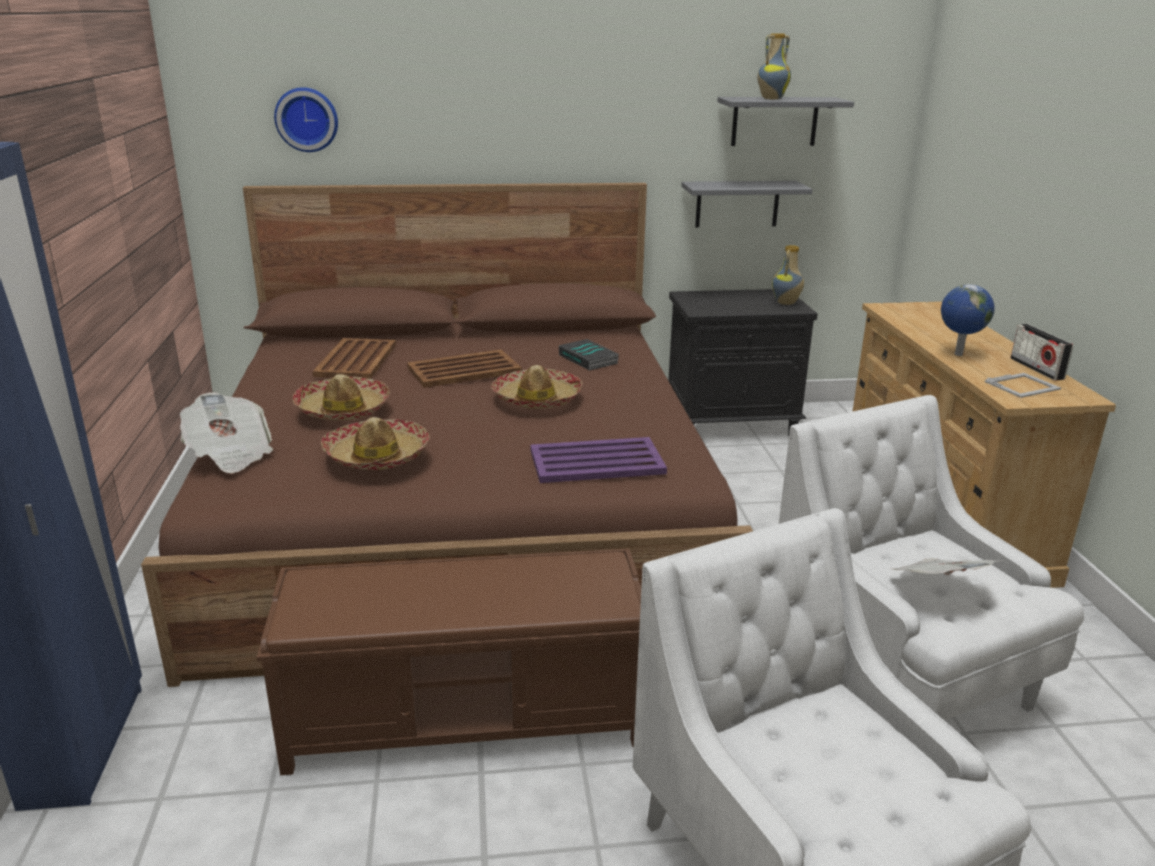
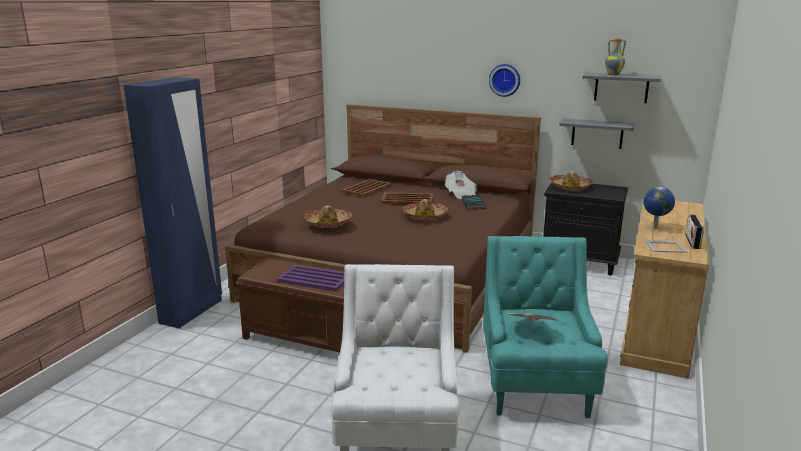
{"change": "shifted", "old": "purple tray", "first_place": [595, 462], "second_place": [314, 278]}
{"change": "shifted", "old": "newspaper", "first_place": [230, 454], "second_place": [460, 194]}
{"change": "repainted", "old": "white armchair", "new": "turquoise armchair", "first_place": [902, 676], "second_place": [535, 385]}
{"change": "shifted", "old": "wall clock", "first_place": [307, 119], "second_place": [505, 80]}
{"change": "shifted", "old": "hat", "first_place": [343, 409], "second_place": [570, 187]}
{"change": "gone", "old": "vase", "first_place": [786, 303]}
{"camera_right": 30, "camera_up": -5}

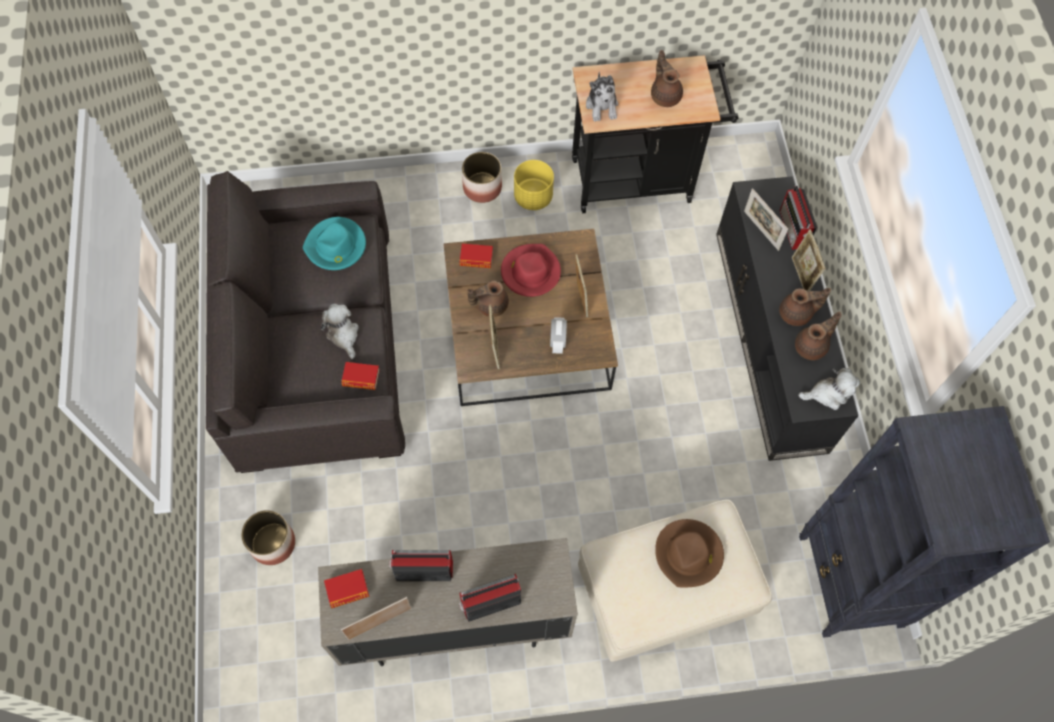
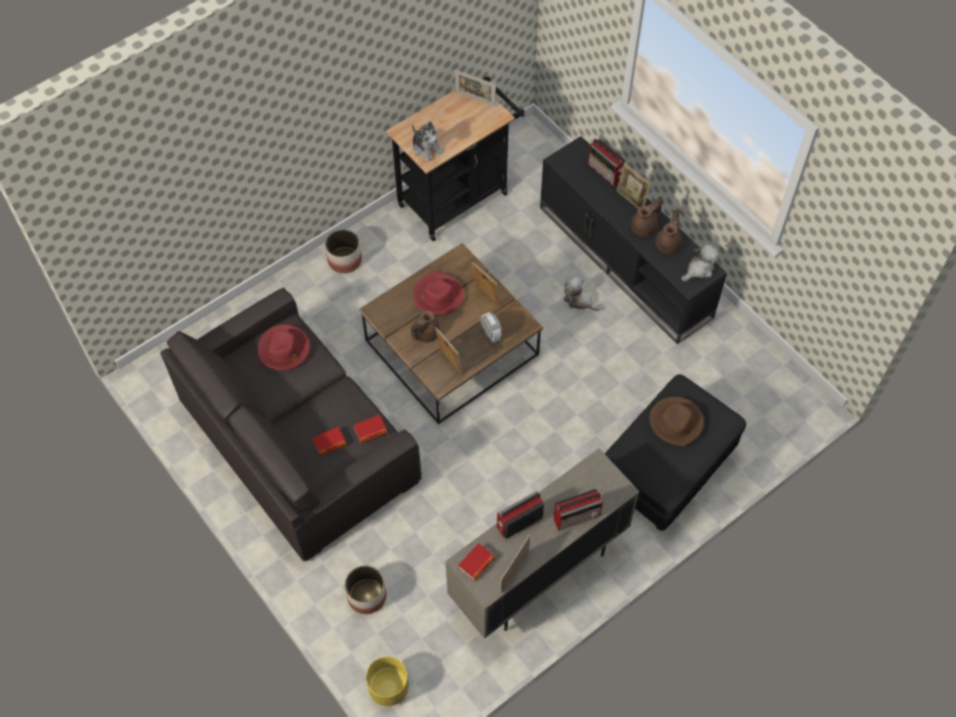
{"change": "repainted", "old": "turquoise hat", "new": "red hat", "first_place": [336, 246], "second_place": [284, 350]}
{"change": "shifted", "old": "book", "first_place": [476, 258], "second_place": [329, 443]}
{"change": "shifted", "old": "yellow planter", "first_place": [533, 197], "second_place": [388, 688]}
{"change": "shifted", "old": "picture frame", "first_place": [761, 230], "second_place": [475, 99]}
{"change": "rotated", "old": "radio", "first_place": [489, 603], "second_place": [577, 516], "degrees": -150}
{"change": "shifted", "old": "plush toy", "first_place": [343, 335], "second_place": [579, 300]}
{"change": "repainted", "old": "beige ottoman", "new": "black ottoman", "first_place": [665, 594], "second_place": [667, 470]}
{"change": "gone", "old": "brown teapot", "first_place": [665, 95]}
{"change": "gone", "old": "black bookcase", "first_place": [849, 582]}
{"camera_right": -30, "camera_up": -5}

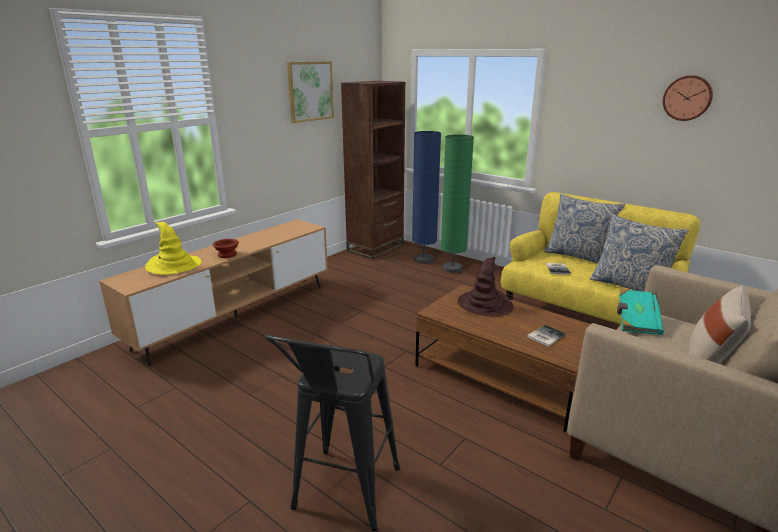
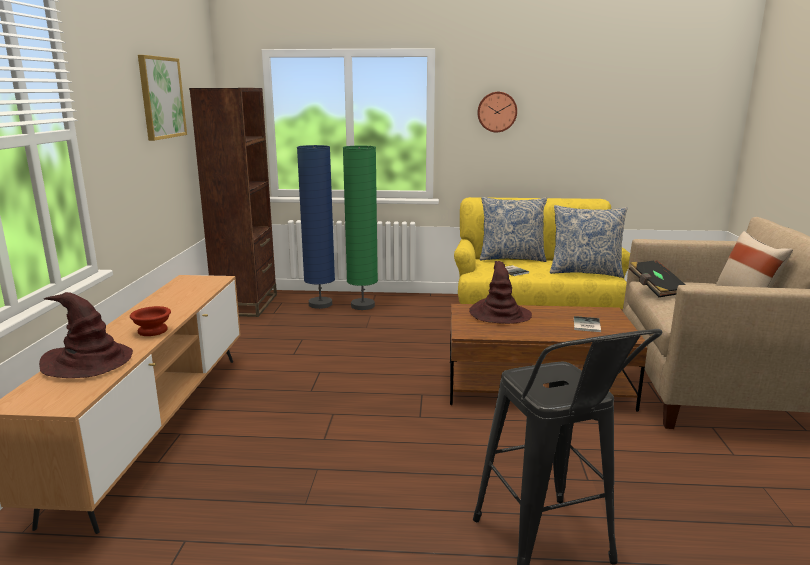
{"change": "repainted", "old": "yellow hat", "new": "brown hat", "first_place": [173, 266], "second_place": [88, 362]}
{"change": "shifted", "old": "wall clock", "first_place": [687, 98], "second_place": [497, 112]}
{"change": "repainted", "old": "turquoise book", "new": "black book", "first_place": [636, 321], "second_place": [655, 289]}
{"camera_right": -35, "camera_up": -5}

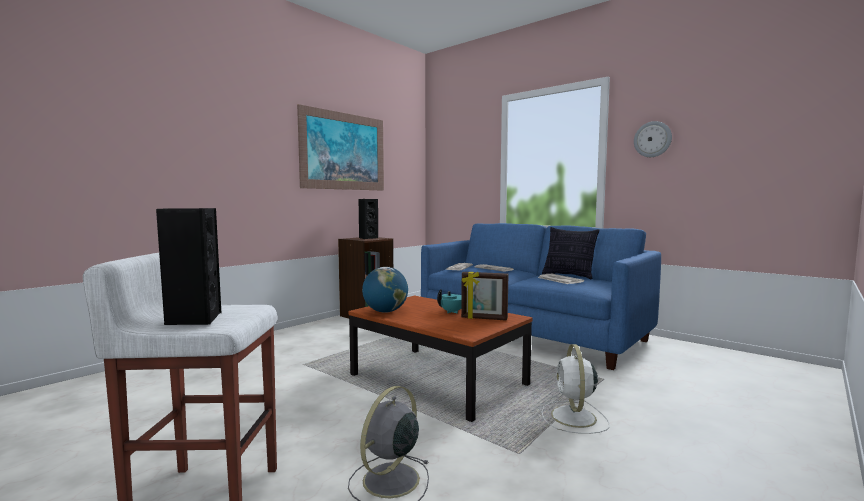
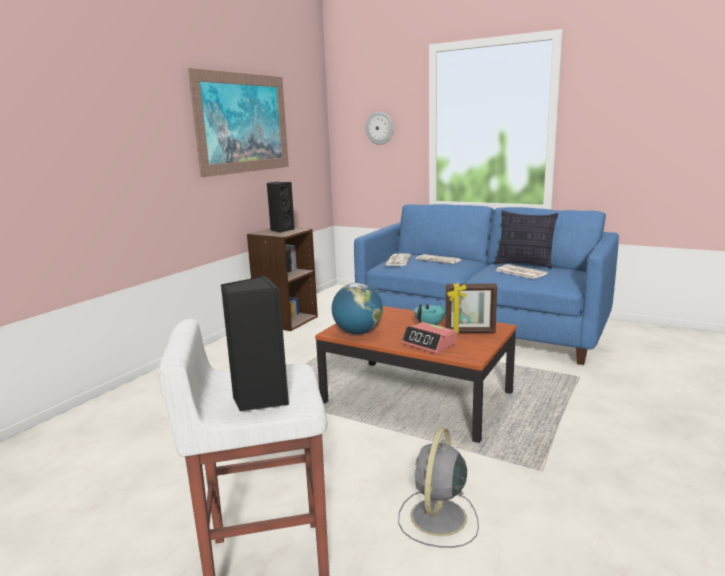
{"change": "shifted", "old": "wall clock", "first_place": [652, 139], "second_place": [380, 128]}
{"change": "new", "new": "alarm clock", "second_place": [429, 344]}
{"change": "gone", "old": "white fan", "first_place": [574, 418]}
{"camera_right": -10, "camera_up": 10}

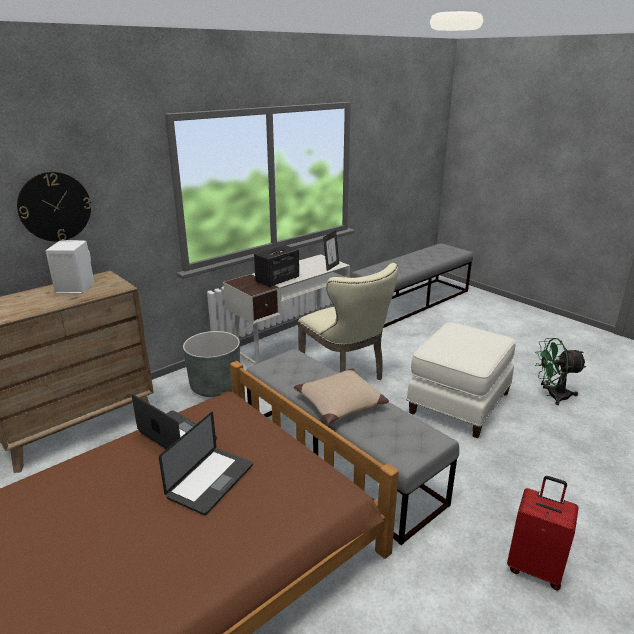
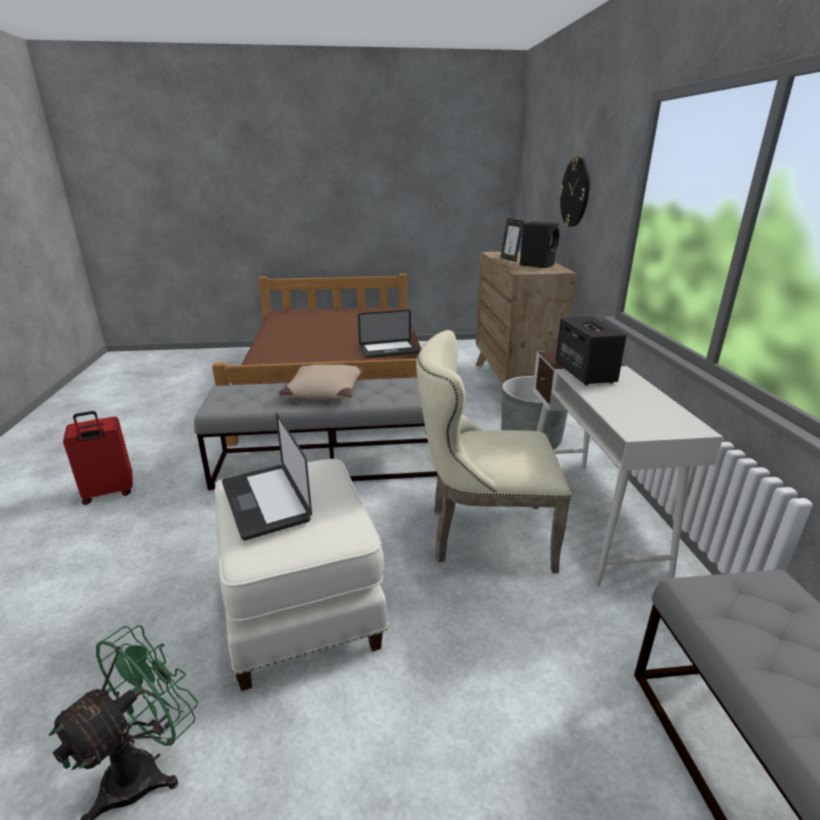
{"change": "shifted", "old": "laptop", "first_place": [210, 481], "second_place": [265, 501]}
{"change": "shifted", "old": "picture frame", "first_place": [331, 267], "second_place": [510, 259]}
{"change": "repainted", "old": "white speaker", "new": "black speaker", "first_place": [74, 288], "second_place": [538, 265]}
{"camera_right": 125, "camera_up": 0}

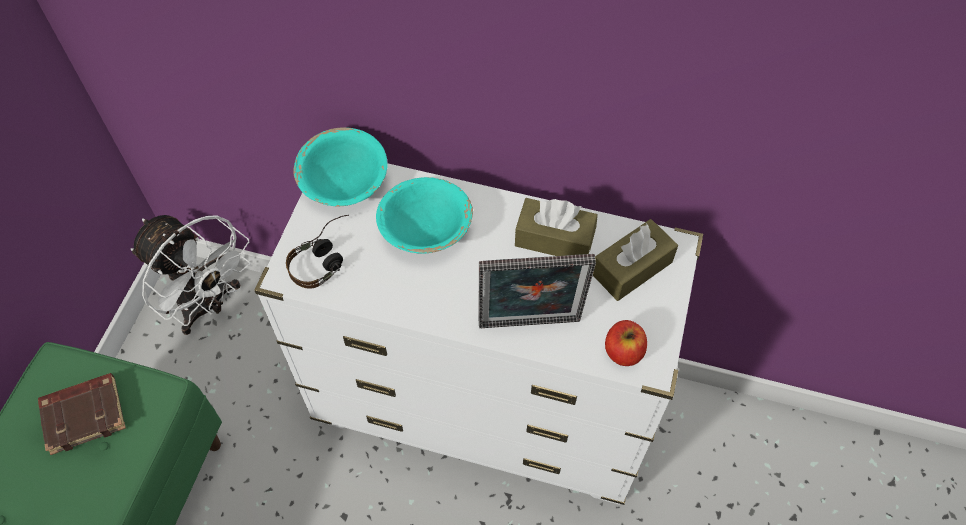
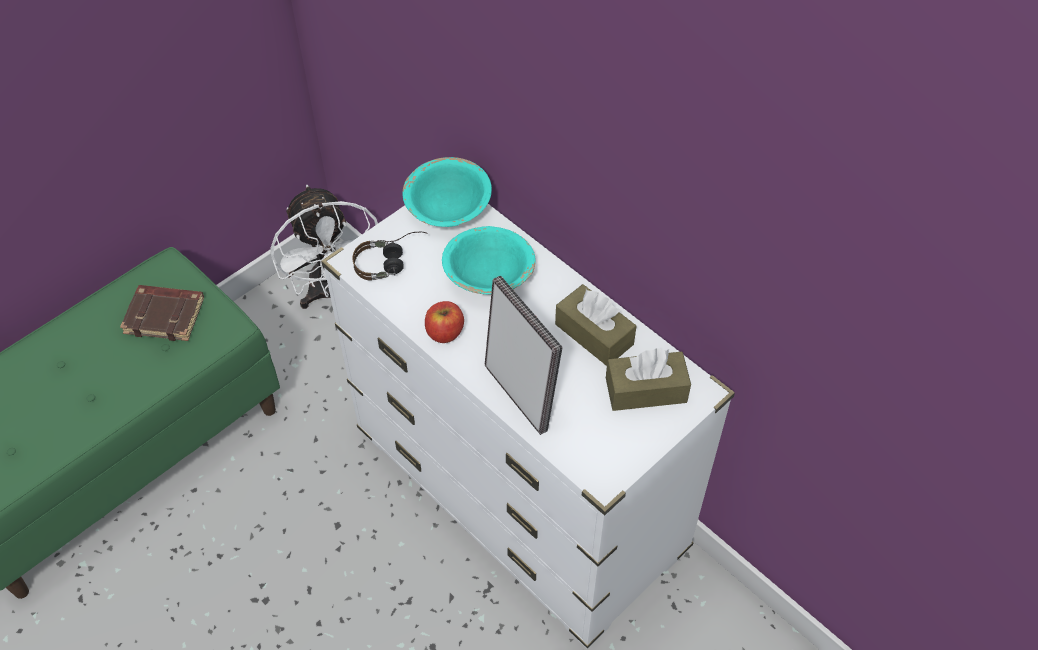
{"change": "shifted", "old": "apple", "first_place": [623, 351], "second_place": [444, 332]}
{"change": "rotated", "old": "picture frame", "first_place": [529, 327], "second_place": [521, 394], "degrees": -150}
{"camera_right": 30, "camera_up": -5}

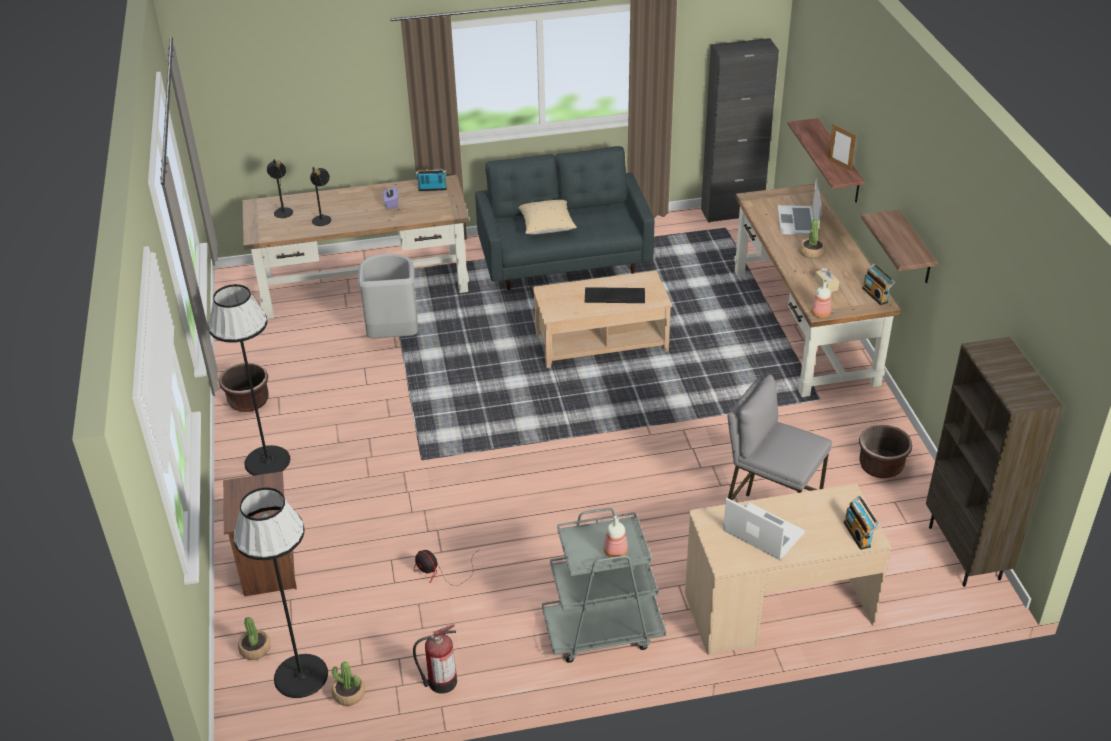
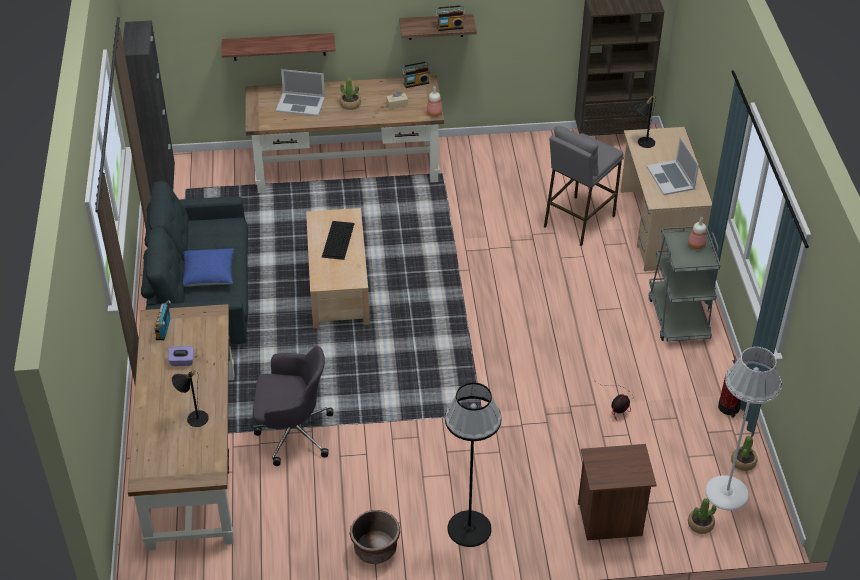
{"change": "repainted", "old": "beige pillow", "new": "blue pillow", "first_place": [546, 226], "second_place": [208, 275]}
{"change": "swapped", "old": "grey trash can", "new": "grey office chair", "first_place": [393, 336], "second_place": [292, 432]}
{"change": "shifted", "old": "radio", "first_place": [858, 534], "second_place": [450, 27]}
{"change": "shifted", "old": "black table lamp", "first_place": [283, 211], "second_place": [642, 142]}
{"change": "rotated", "old": "laptop", "first_place": [763, 532], "second_place": [671, 178], "degrees": -60}
{"change": "repainted", "old": "black floor lamp", "new": "white floor lamp", "first_place": [300, 675], "second_place": [726, 493]}
{"change": "gone", "old": "picture frame", "first_place": [839, 165]}
{"change": "gone", "old": "brown planter", "first_place": [881, 466]}
{"camera_right": -85, "camera_up": 5}

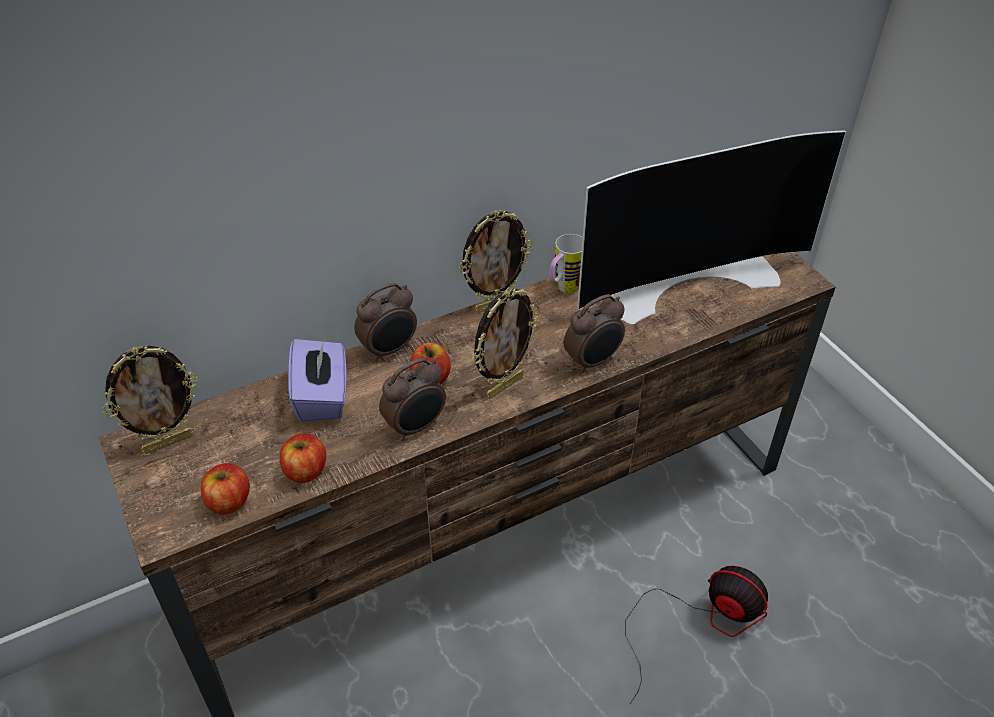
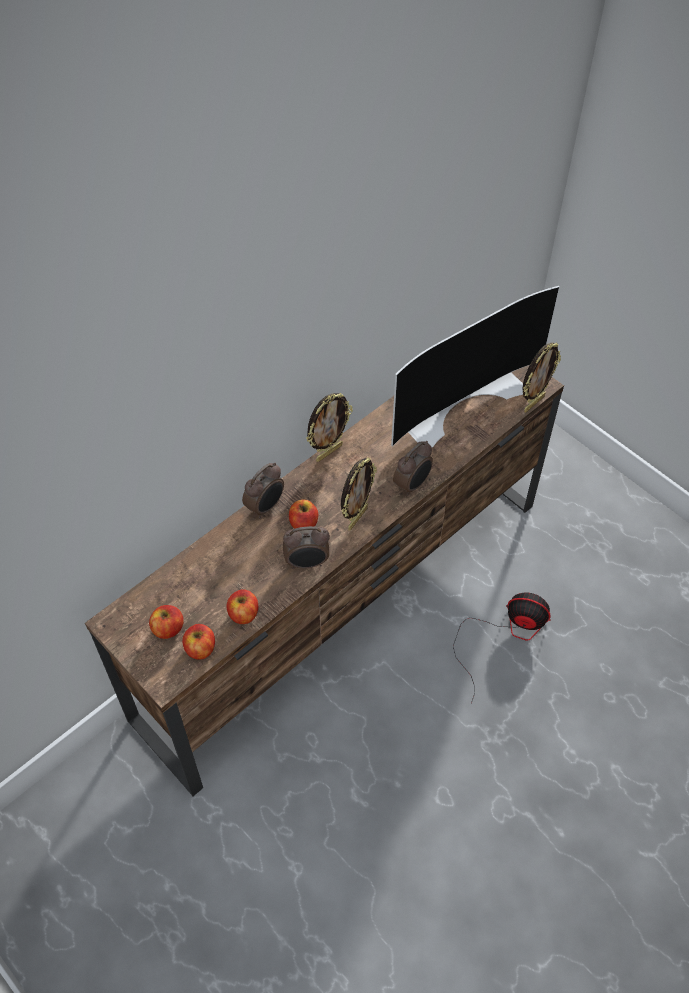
{"change": "new", "new": "apple", "second_place": [168, 628]}
{"change": "rotated", "old": "alarm clock", "first_place": [416, 427], "second_place": [307, 563], "degrees": 45}
{"change": "shifted", "old": "picture frame", "first_place": [168, 442], "second_place": [533, 403]}
{"change": "gone", "old": "purple tissue box", "first_place": [322, 397]}
{"change": "gone", "old": "mug", "first_place": [563, 290]}
{"camera_right": -15, "camera_up": 10}

